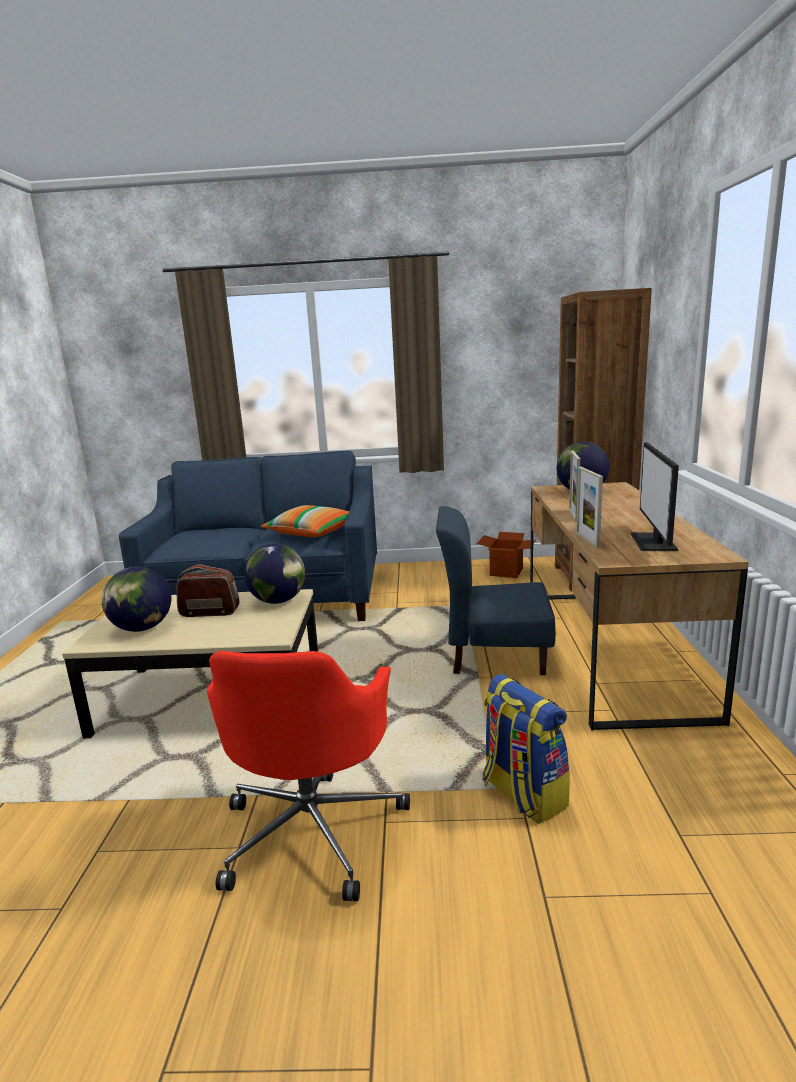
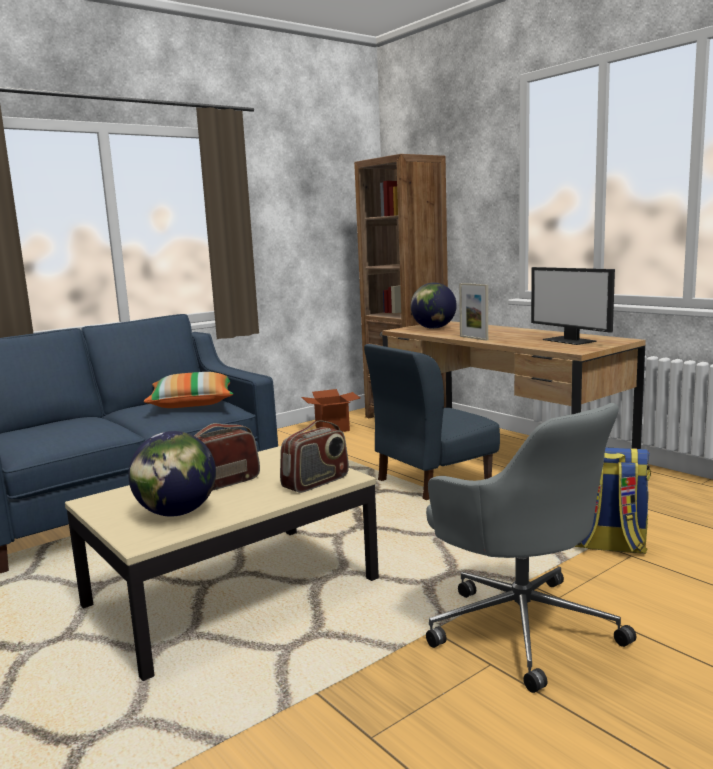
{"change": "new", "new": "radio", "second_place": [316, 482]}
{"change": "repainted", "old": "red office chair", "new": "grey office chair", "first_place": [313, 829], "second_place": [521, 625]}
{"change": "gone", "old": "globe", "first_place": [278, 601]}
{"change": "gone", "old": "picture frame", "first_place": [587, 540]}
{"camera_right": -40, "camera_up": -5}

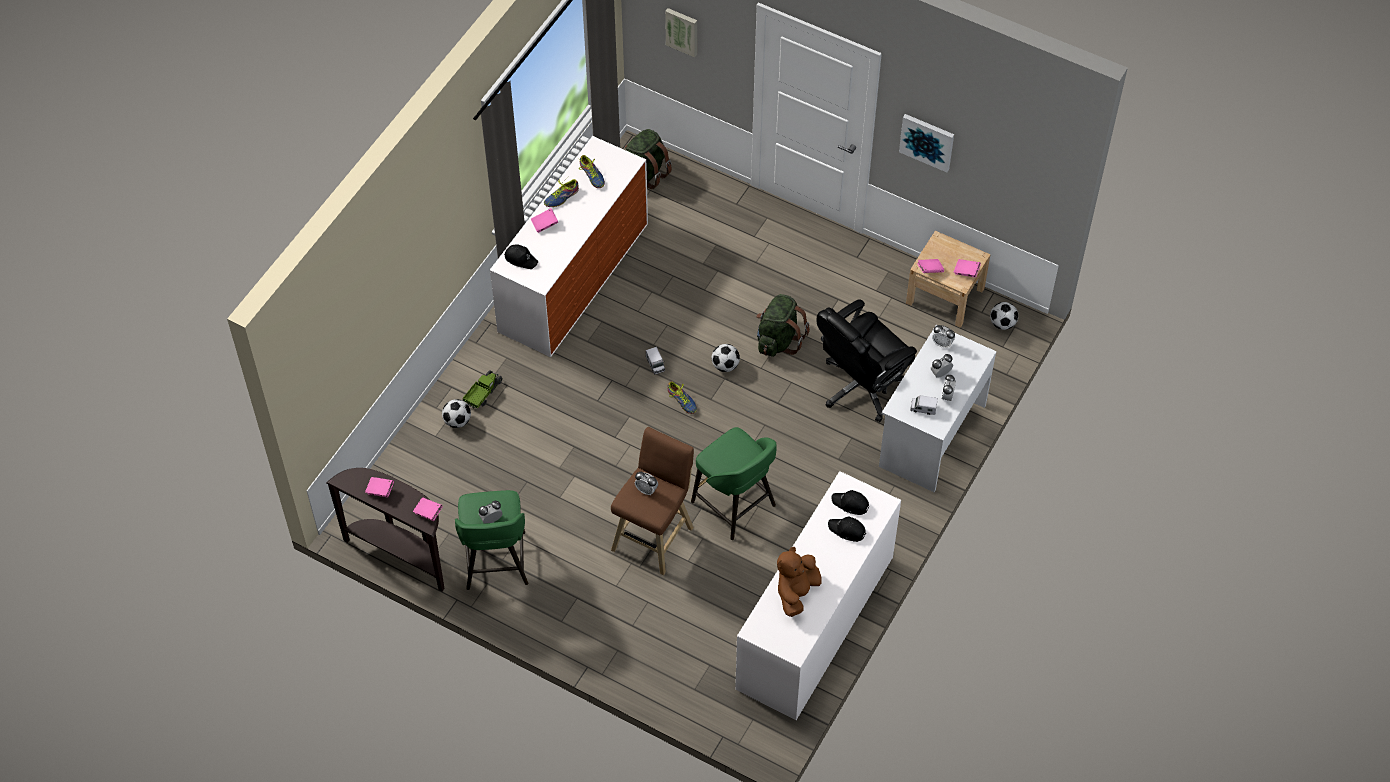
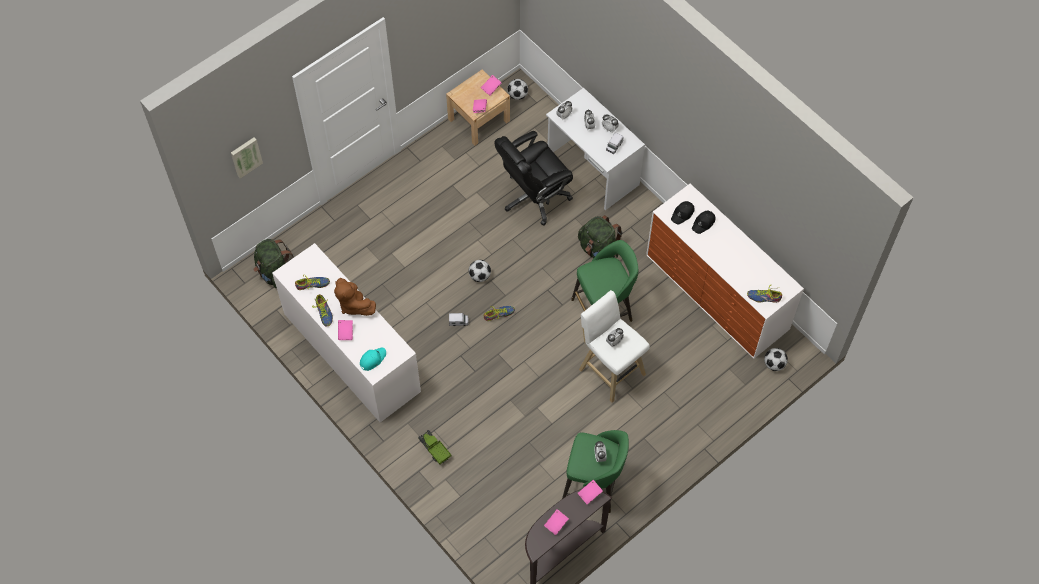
{"change": "shifted", "old": "brown plush toy", "first_place": [796, 592], "second_place": [354, 304]}
{"change": "repainted", "old": "black cap", "new": "turquoise cap", "first_place": [521, 259], "second_place": [372, 359]}
{"change": "rotated", "old": "black office chair", "first_place": [861, 386], "second_place": [534, 197], "degrees": 75}
{"change": "shifted", "old": "green backpack", "first_place": [778, 340], "second_place": [598, 250]}
{"change": "repainted", "old": "brown stool", "new": "white stool", "first_place": [654, 536], "second_place": [610, 370]}
{"change": "new", "new": "shoe", "second_place": [764, 297]}
{"change": "shifted", "old": "football", "first_place": [457, 421], "second_place": [774, 364]}
{"change": "gone", "old": "picture", "first_place": [927, 141]}
{"camera_right": -70, "camera_up": 5}

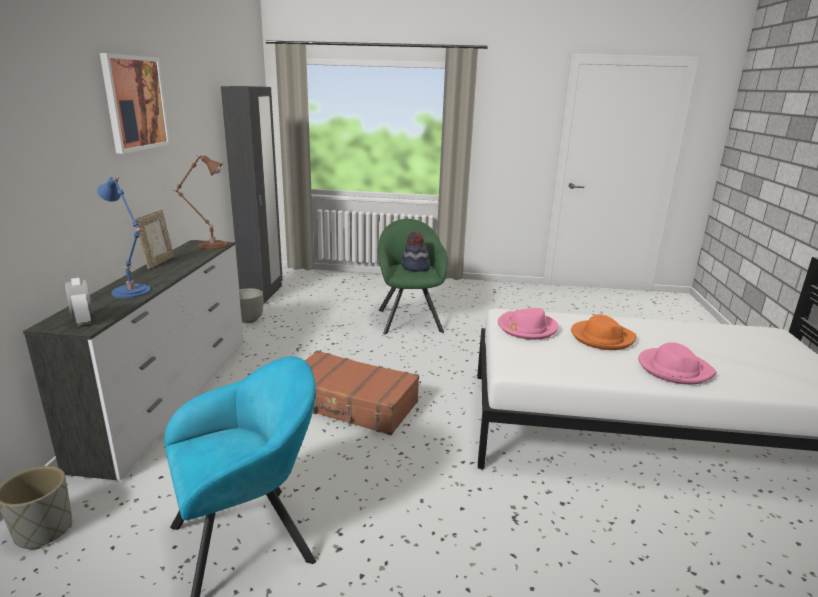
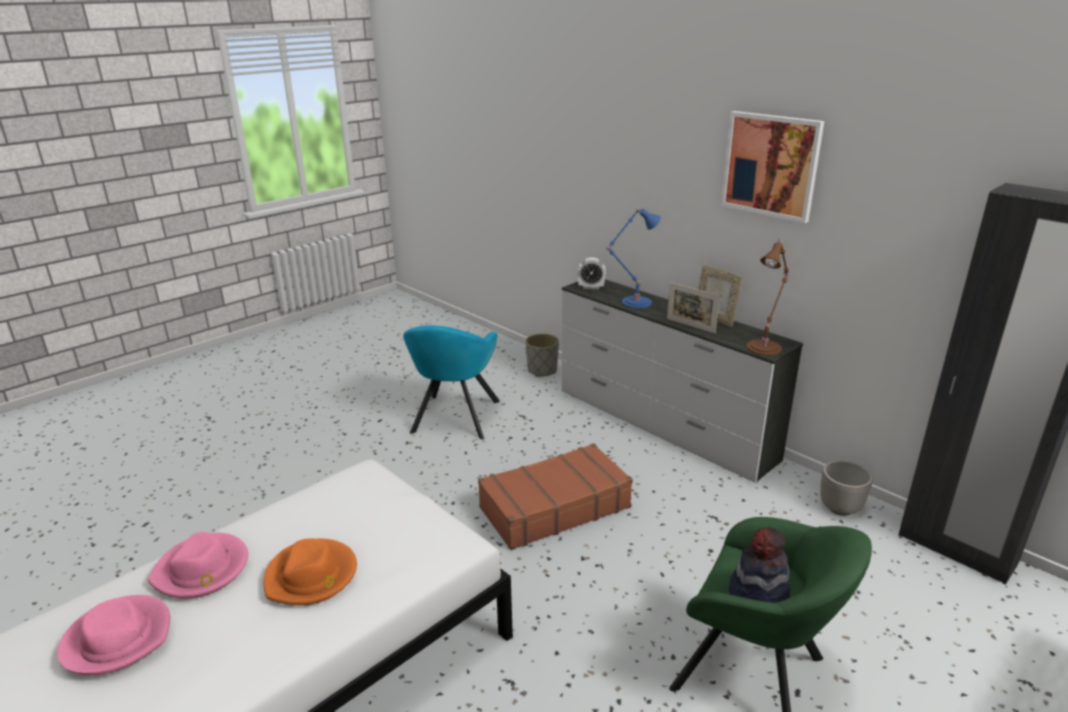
{"change": "shifted", "old": "pink hat", "first_place": [526, 328], "second_place": [118, 638]}
{"change": "new", "new": "picture frame", "second_place": [690, 325]}
{"camera_right": 130, "camera_up": 5}

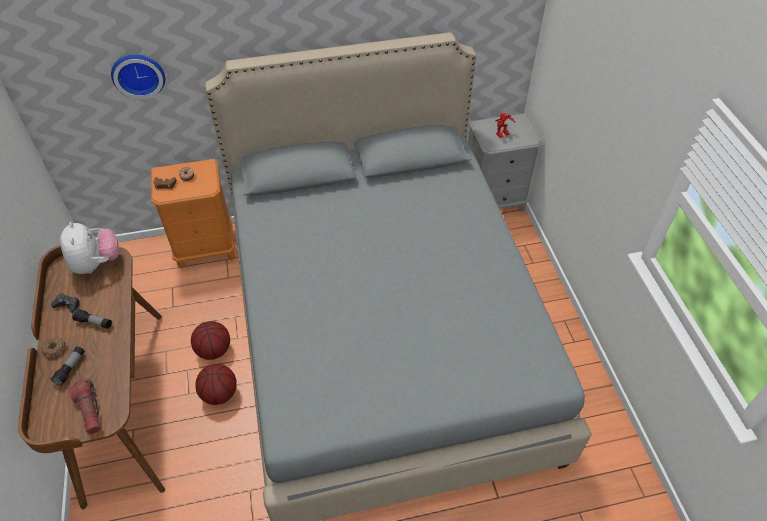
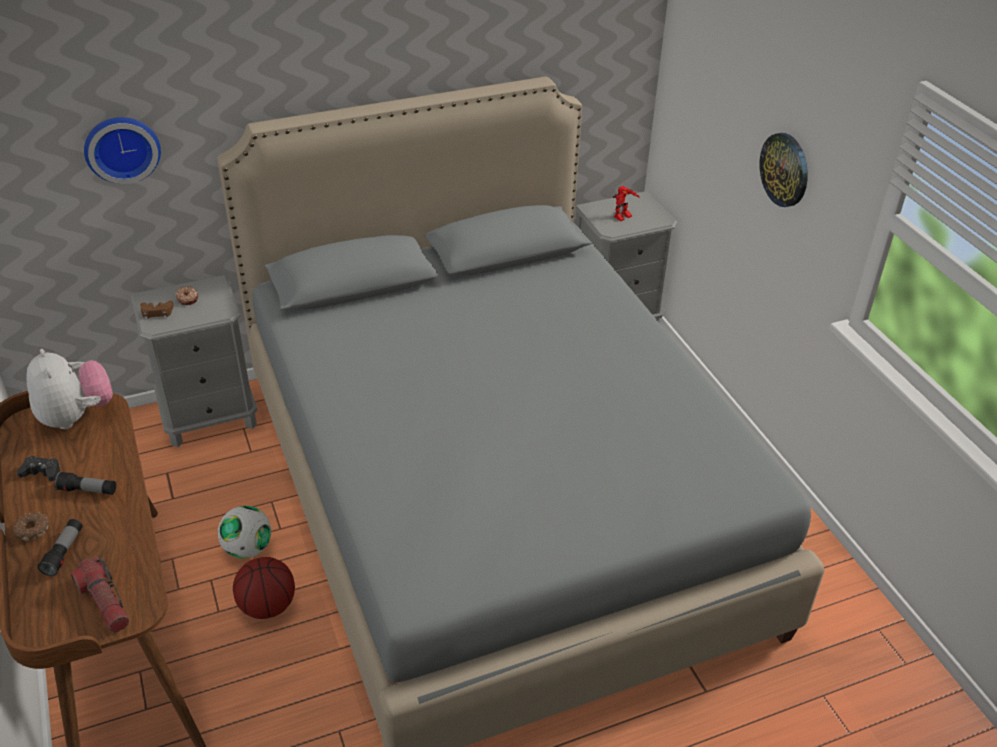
{"change": "repainted", "old": "orange nightstand", "new": "grey nightstand", "first_place": [206, 248], "second_place": [209, 417]}
{"change": "swapped", "old": "basketball", "new": "football", "first_place": [214, 350], "second_place": [248, 549]}
{"change": "new", "new": "wall clock", "second_place": [785, 169]}
{"camera_right": -10, "camera_up": -10}

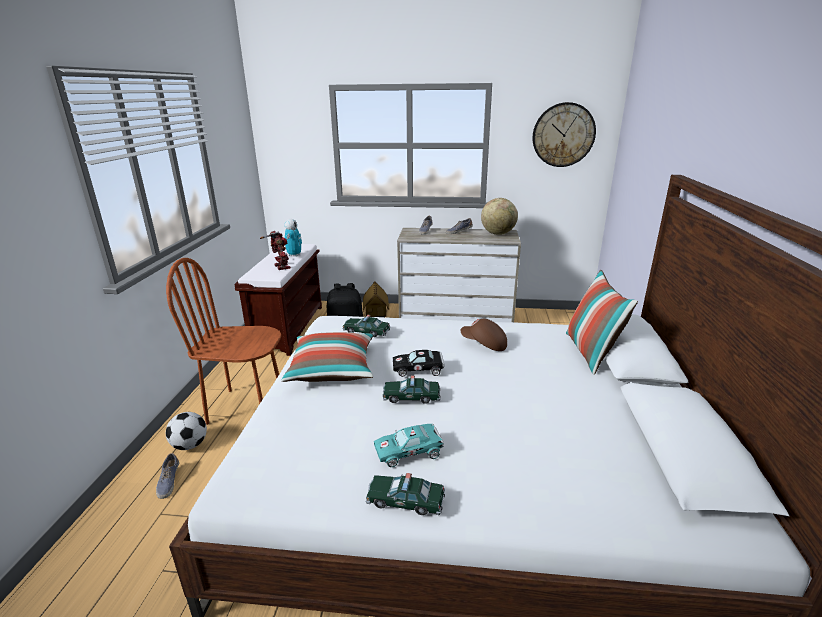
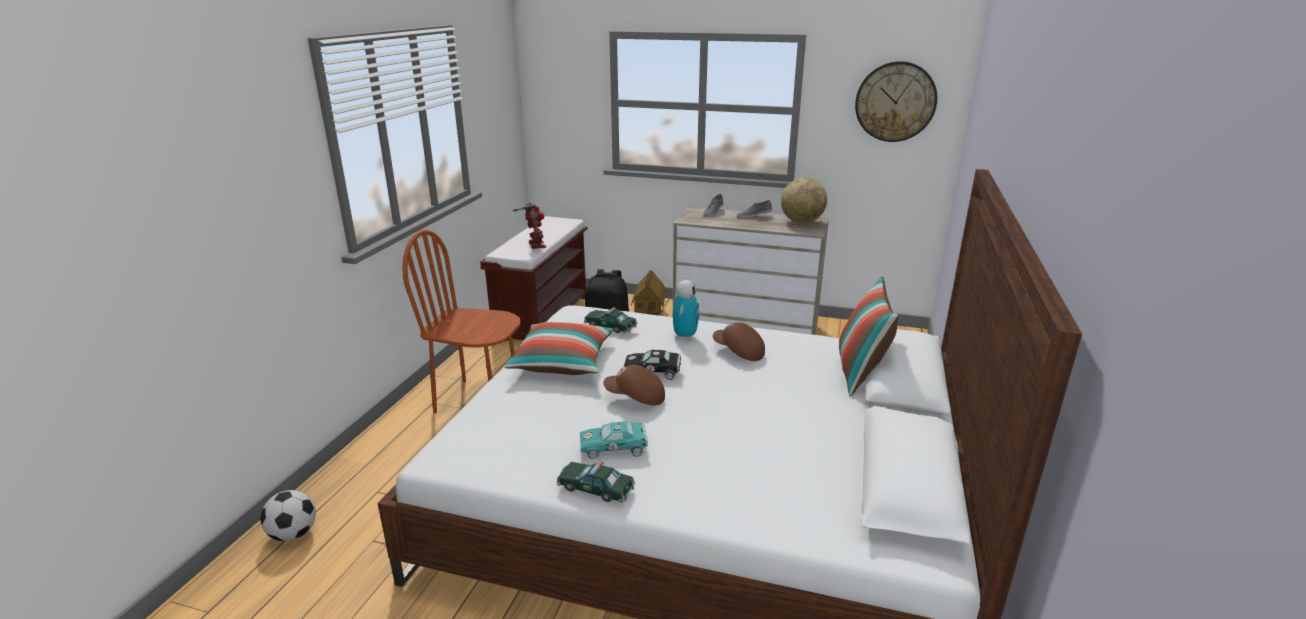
{"change": "shifted", "old": "football", "first_place": [190, 445], "second_place": [293, 534]}
{"change": "swapped", "old": "toy car", "new": "brown cap", "first_place": [411, 397], "second_place": [635, 397]}
{"change": "shifted", "old": "toy robot", "first_place": [294, 255], "second_place": [685, 336]}
{"change": "gone", "old": "shoe", "first_place": [168, 482]}
{"camera_right": 10, "camera_up": 0}

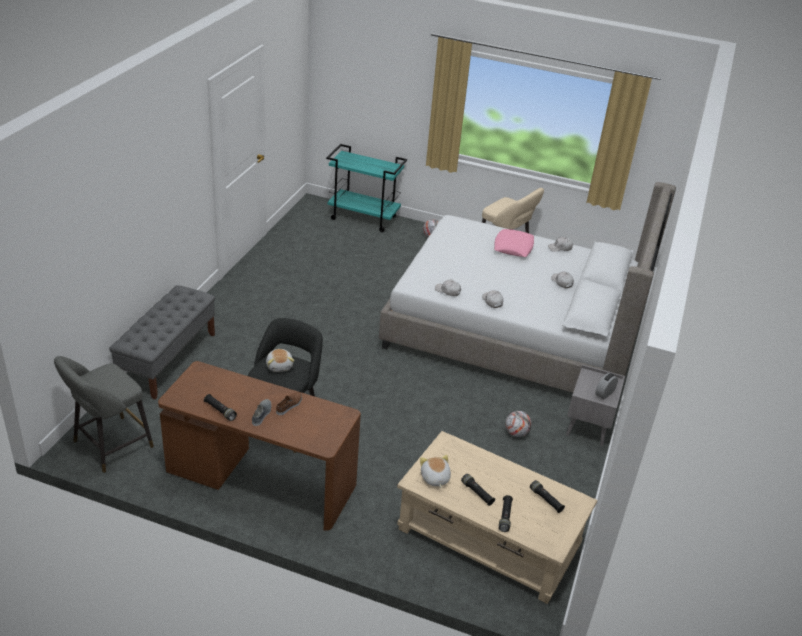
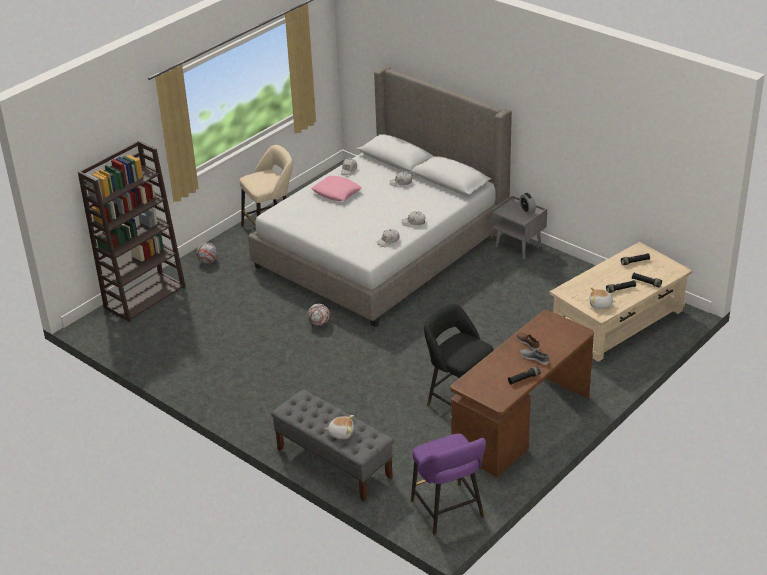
{"change": "swapped", "old": "turquoise cart", "new": "brown bookcase", "first_place": [364, 218], "second_place": [145, 296]}
{"change": "shifted", "old": "football", "first_place": [516, 433], "second_place": [319, 323]}
{"change": "shifted", "old": "plush toy", "first_place": [280, 366], "second_place": [341, 433]}
{"change": "repainted", "old": "grey stool", "new": "purple stool", "first_place": [109, 446], "second_place": [449, 512]}
{"camera_right": -65, "camera_up": 0}

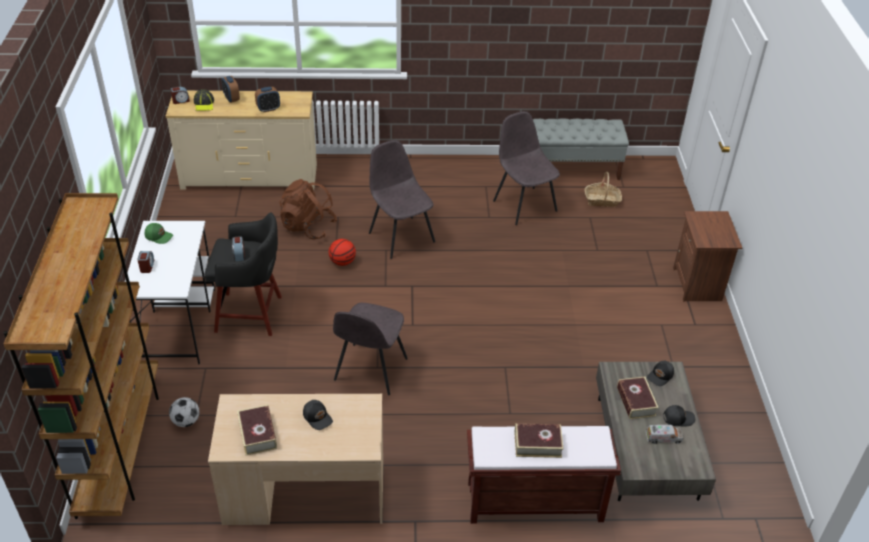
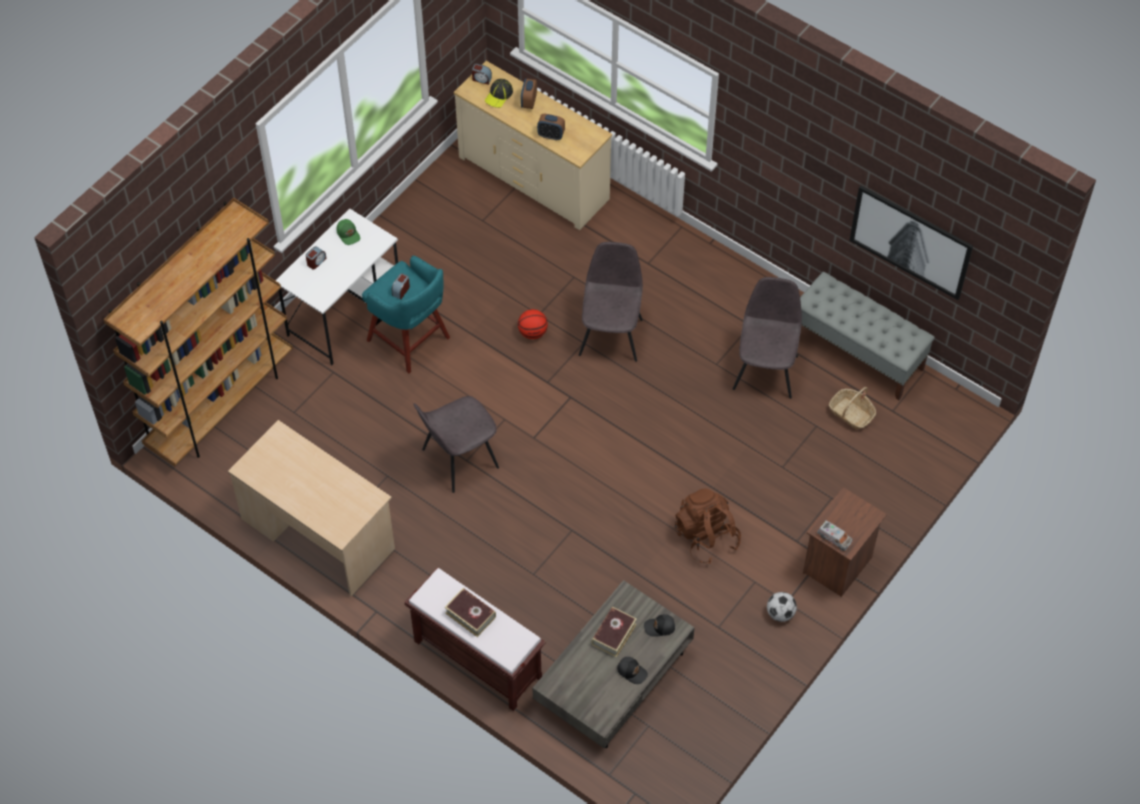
{"change": "repainted", "old": "black stool", "new": "turquoise stool", "first_place": [251, 314], "second_place": [410, 341]}
{"change": "shifted", "old": "brown backpack", "first_place": [308, 227], "second_place": [706, 537]}
{"change": "shifted", "old": "football", "first_place": [186, 421], "second_place": [780, 613]}
{"change": "shifted", "old": "toy truck", "first_place": [663, 438], "second_place": [834, 538]}
{"change": "new", "new": "picture", "second_place": [911, 241]}
{"change": "gone", "old": "book", "first_place": [257, 434]}
{"change": "gone", "old": "black cap", "first_place": [318, 417]}
{"camera_right": 40, "camera_up": 15}

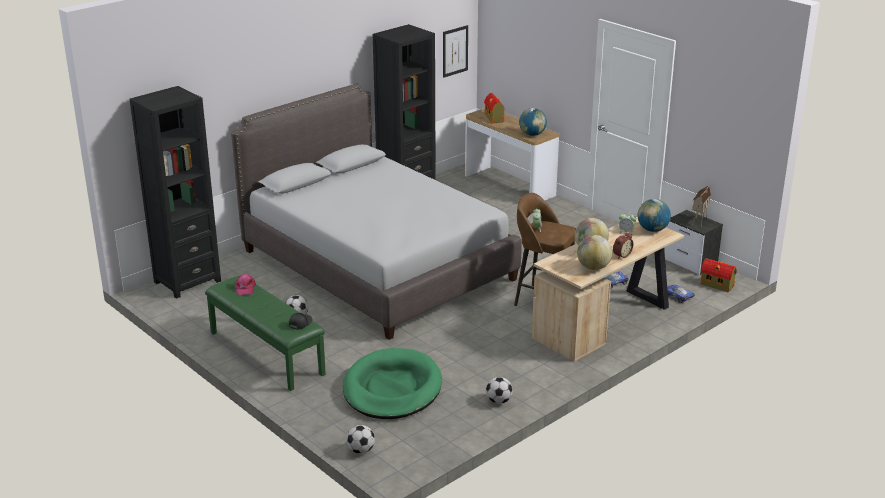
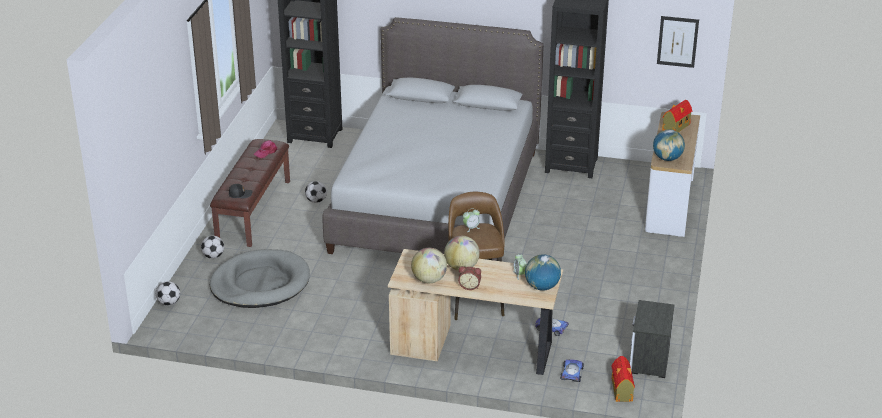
{"change": "shifted", "old": "football", "first_place": [498, 401], "second_place": [213, 256]}
{"change": "repainted", "old": "green bench", "new": "brown bench", "first_place": [265, 353], "second_place": [253, 210]}
{"change": "repainted", "old": "green dog bed", "new": "grey dog bed", "first_place": [392, 389], "second_place": [260, 283]}
{"change": "gone", "old": "toy house", "first_place": [698, 221]}
{"camera_right": 55, "camera_up": 5}

